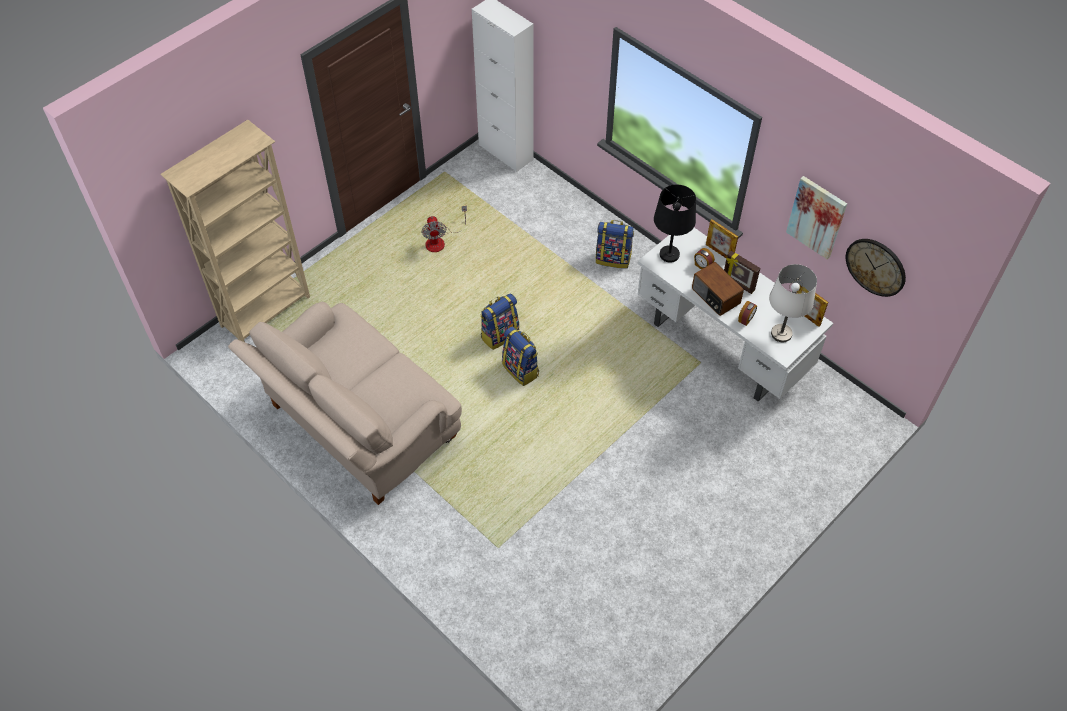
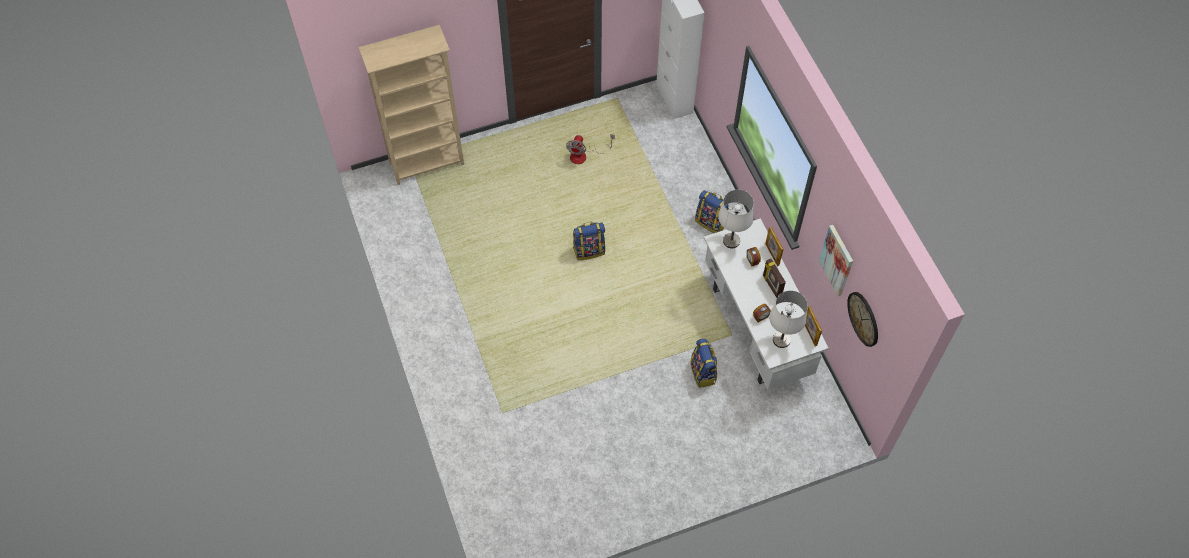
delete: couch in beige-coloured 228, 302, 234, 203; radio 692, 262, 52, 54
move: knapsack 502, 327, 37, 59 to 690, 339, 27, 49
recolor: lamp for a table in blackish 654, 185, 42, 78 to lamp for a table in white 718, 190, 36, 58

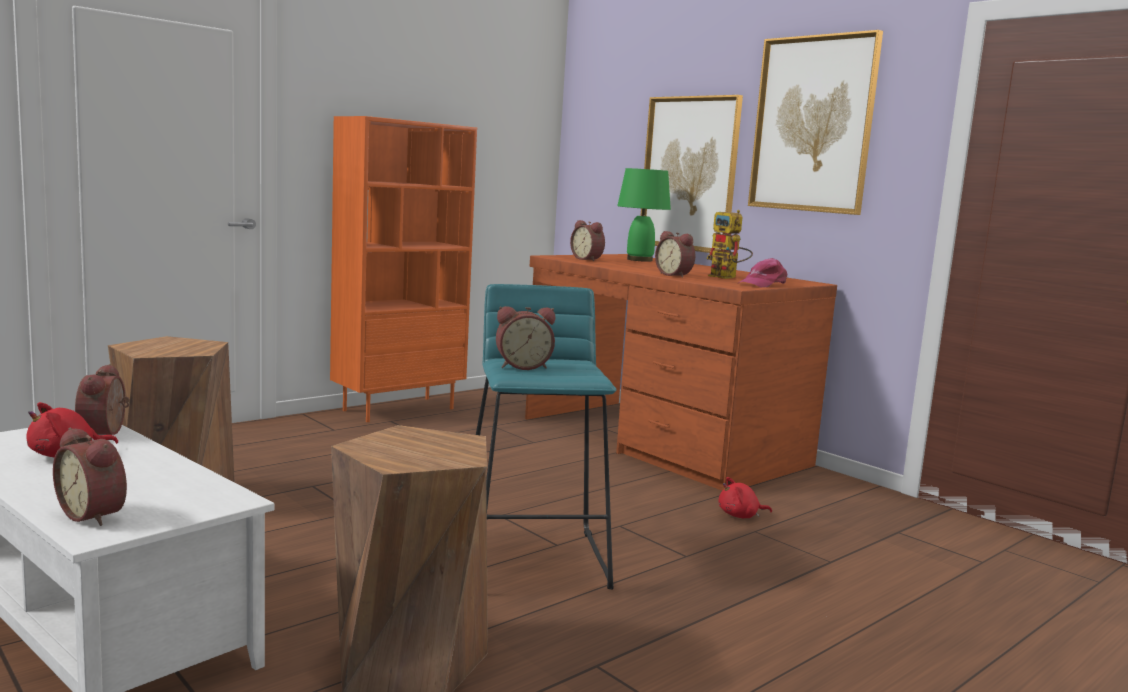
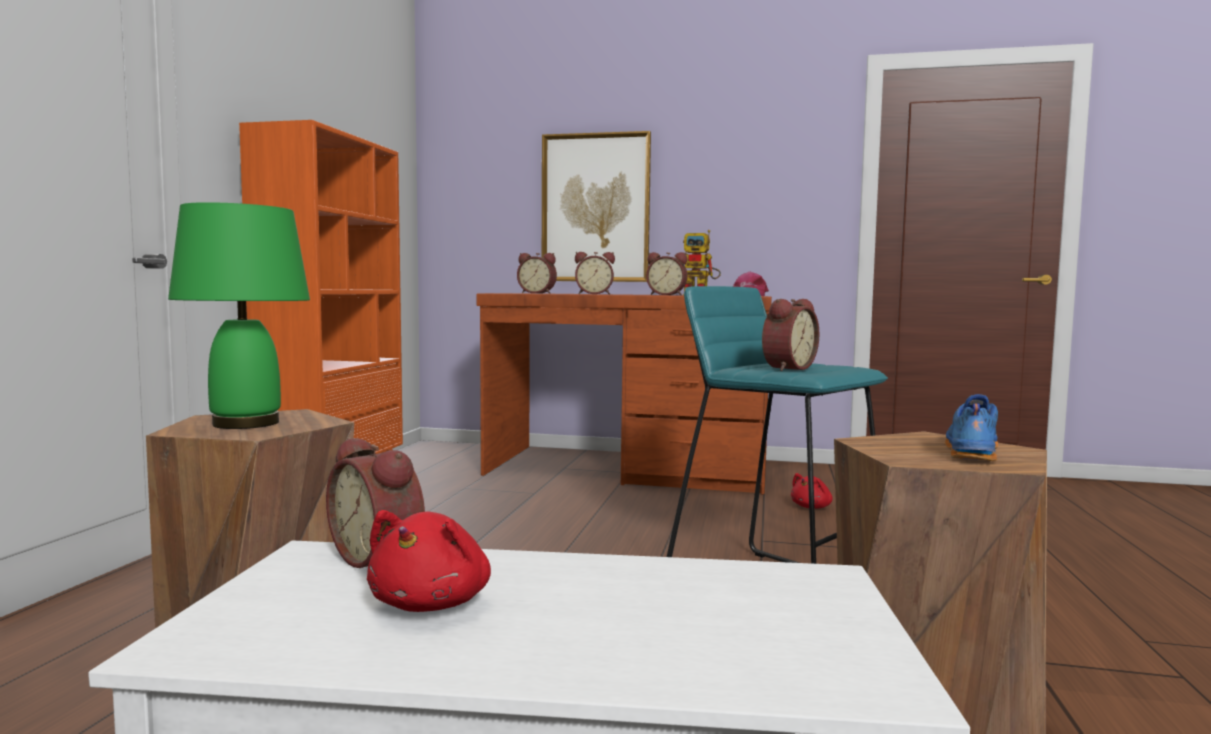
delete: picture 748, 30, 135, 185
insert: item of footwear in blue 945, 394, 53, 67
move: alarm clock 53, 428, 74, 98 to 575, 252, 40, 43; lamp for a table in greenish 617, 168, 54, 94 to 168, 202, 142, 227

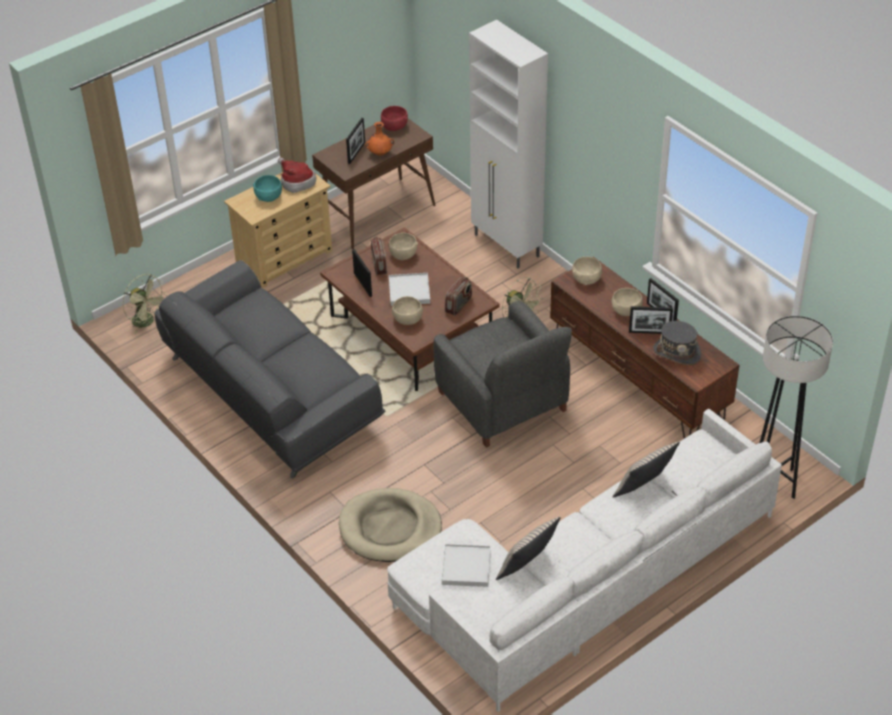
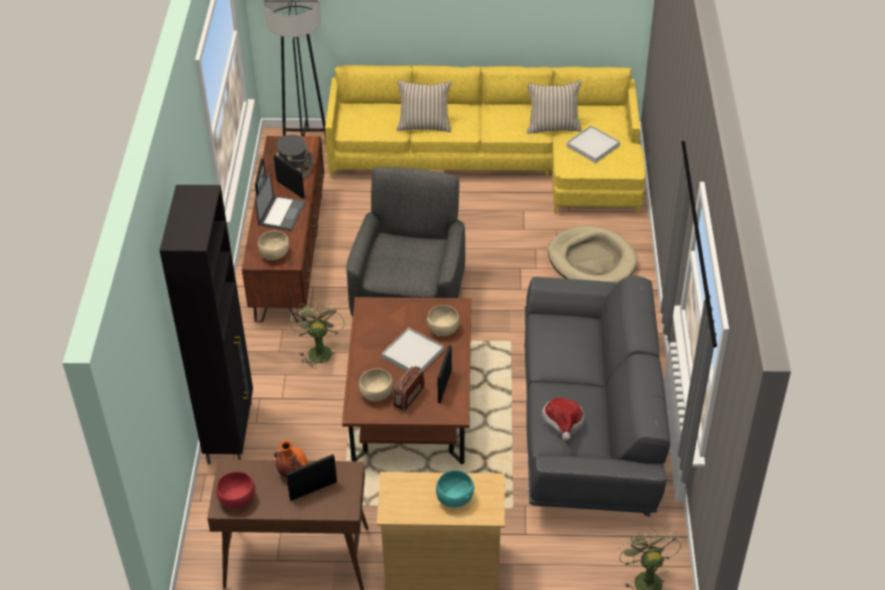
delete: radio 445, 277, 27, 39
move: clothing hat 278, 157, 38, 36 to 542, 398, 42, 43
replace: bowl in beige-coloured 612, 288, 31, 28 to notebook computer 255, 172, 51, 59
recolor: couch in white 387, 409, 395, 303 to couch in yellow 325, 65, 321, 149; storage cabinet in white 469, 20, 79, 248 to storage cabinet in blackish 159, 185, 94, 279

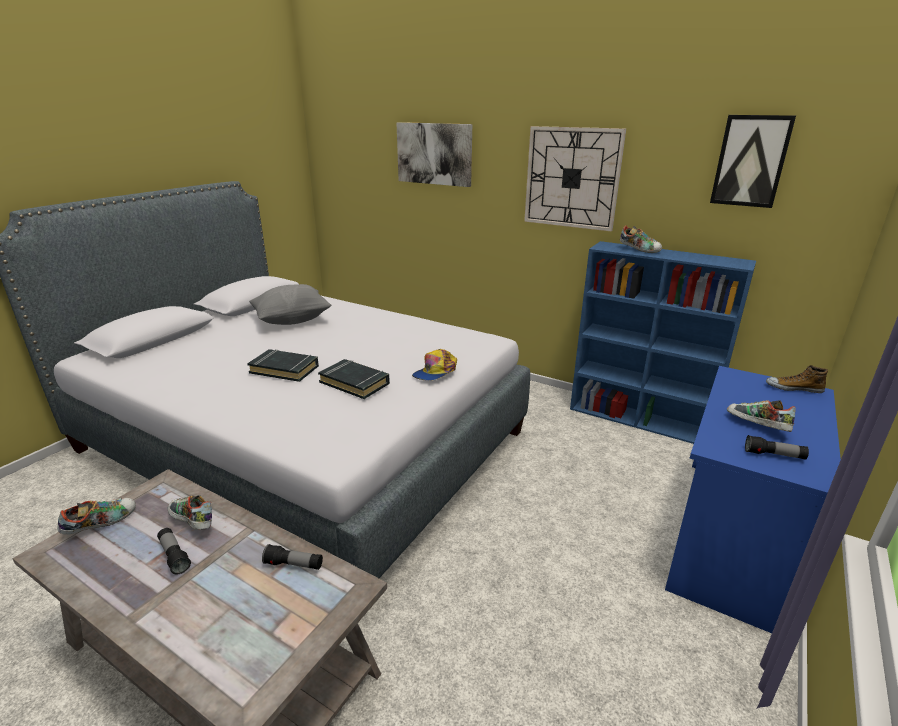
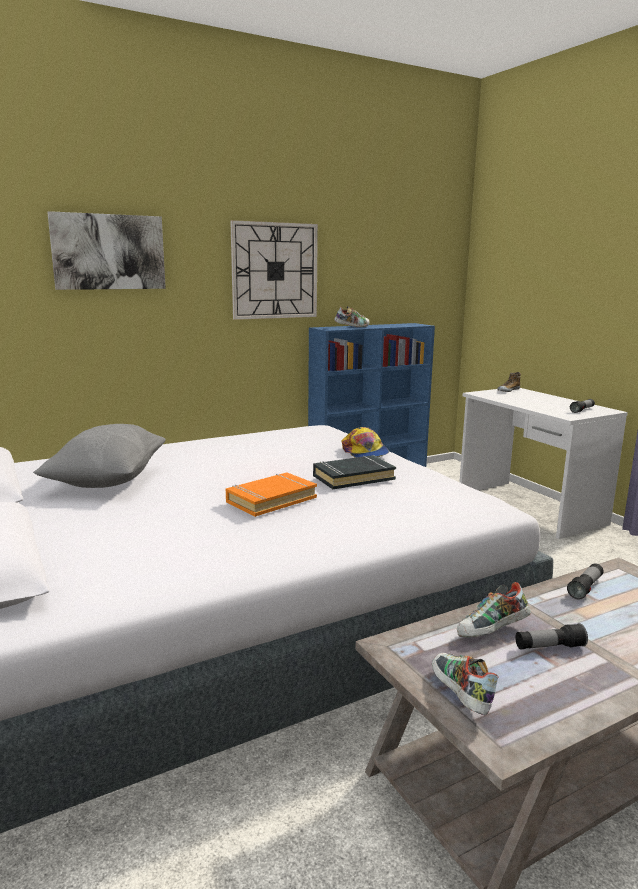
delete: picture 710, 115, 86, 93; item of footwear 727, 400, 69, 32
recolor: bound book in blackish 247, 349, 72, 33 to bound book in orange-coloured 226, 472, 91, 45; desk in blue 665, 366, 176, 267 to desk in white 459, 388, 169, 151

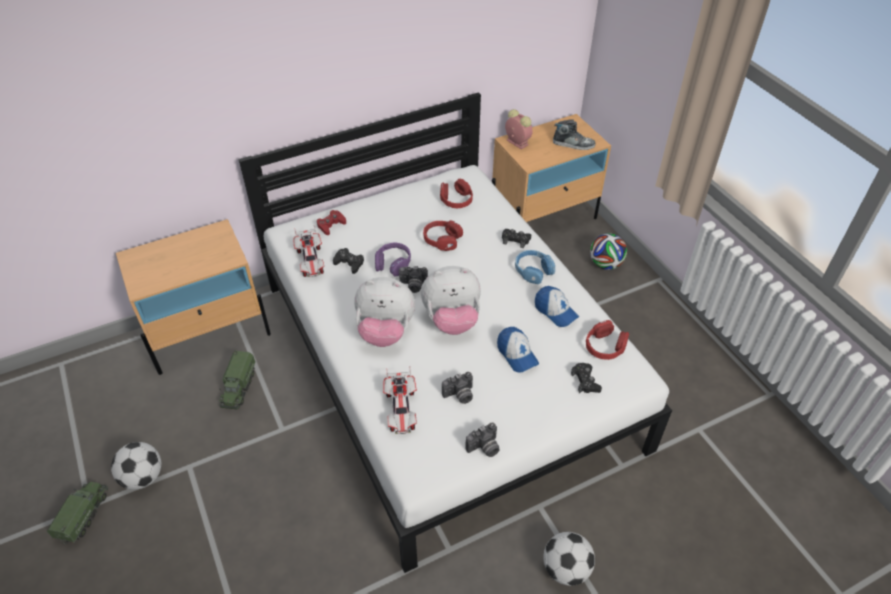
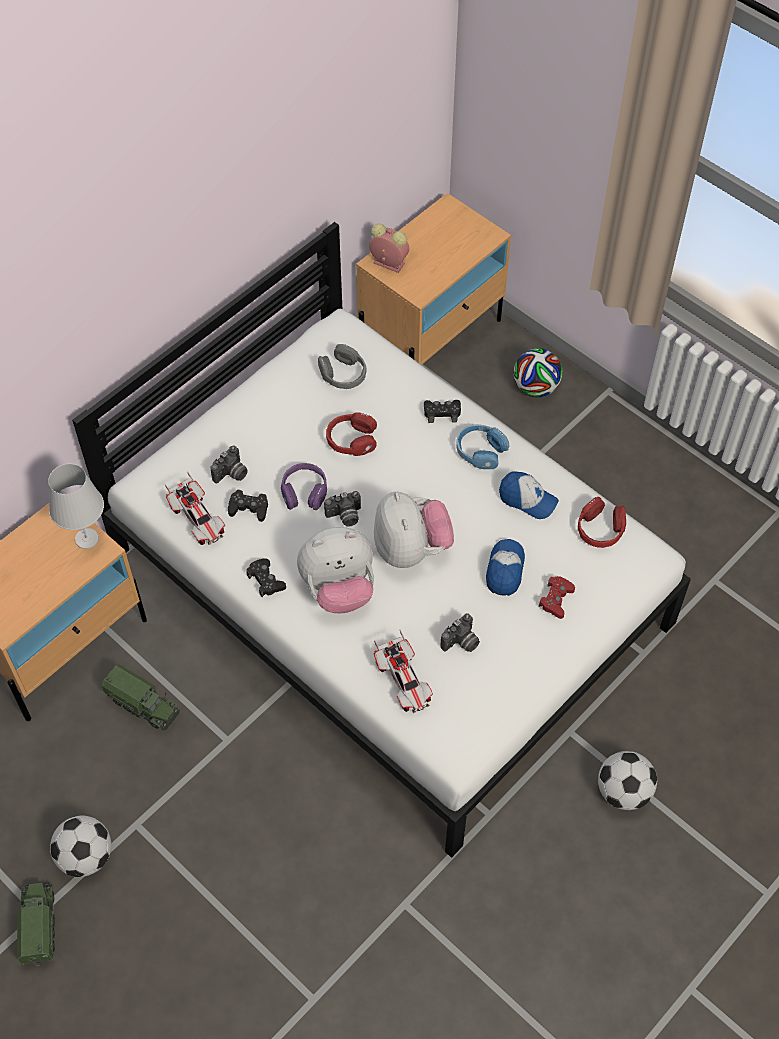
delete: item of footwear 553, 119, 42, 31
insert: lamp for a table in white 48, 464, 56, 85
move: gamepad in red 317, 210, 29, 25 to 539, 576, 36, 43; still camera 465, 423, 35, 34 to 210, 446, 38, 38; gamepad in blackish 571, 363, 31, 30 to 246, 558, 40, 39
recolor: headset in red 440, 179, 33, 29 to headset in gray 318, 344, 49, 45
rotate: model truck 219, 350, 37, 59 = 102, 664, 78, 66 45 degrees counterclockwise; cuddly toy 421, 266, 60, 69 = 374, 492, 80, 76 75 degrees counterclockwise; baseball cap 497, 327, 42, 46 = 486, 539, 39, 57 120 degrees counterclockwise

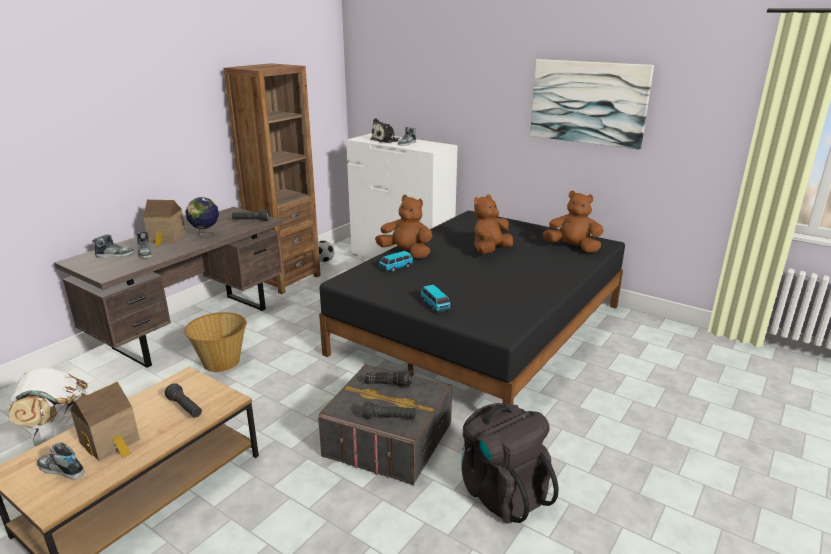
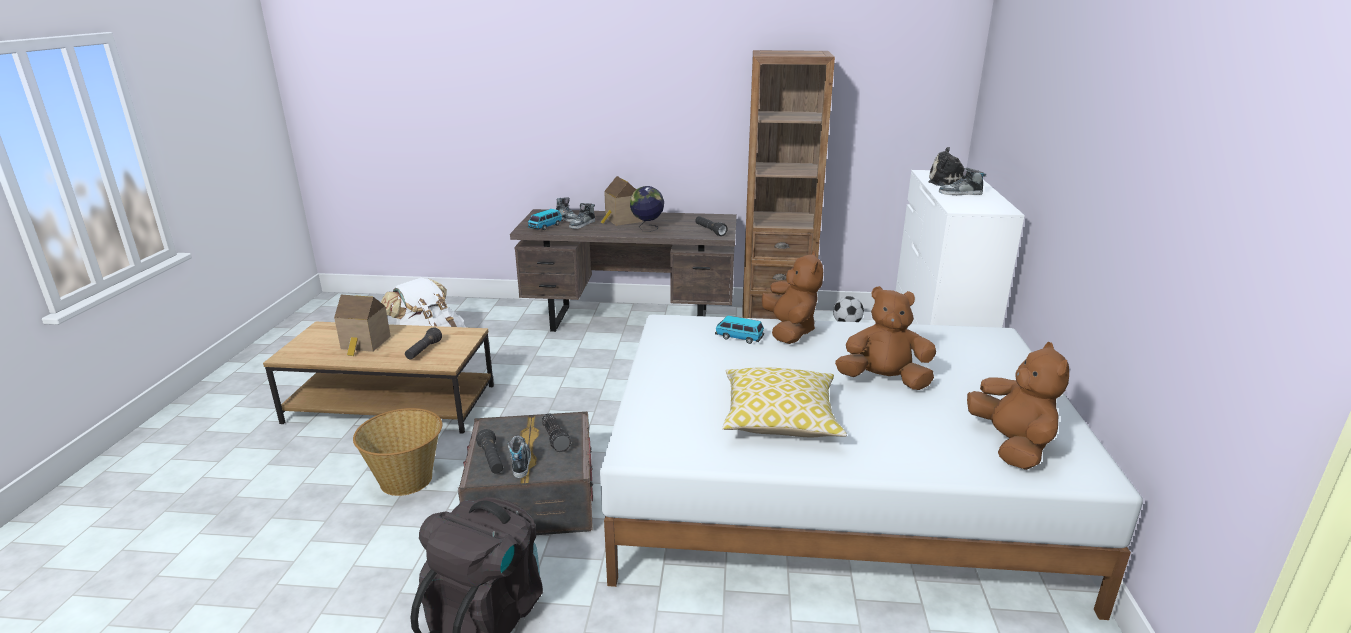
delete: picture 530, 59, 124, 91
insert: pillow 722, 367, 125, 70
move: item of footwear 37, 442, 47, 38 to 507, 436, 24, 42; basket 184, 312, 63, 60 to 353, 408, 89, 88; miniature car 420, 285, 31, 28 to 528, 209, 35, 21
recolor: bedroom bed in blackish 319, 211, 306, 194 to bedroom bed in white 600, 314, 543, 306

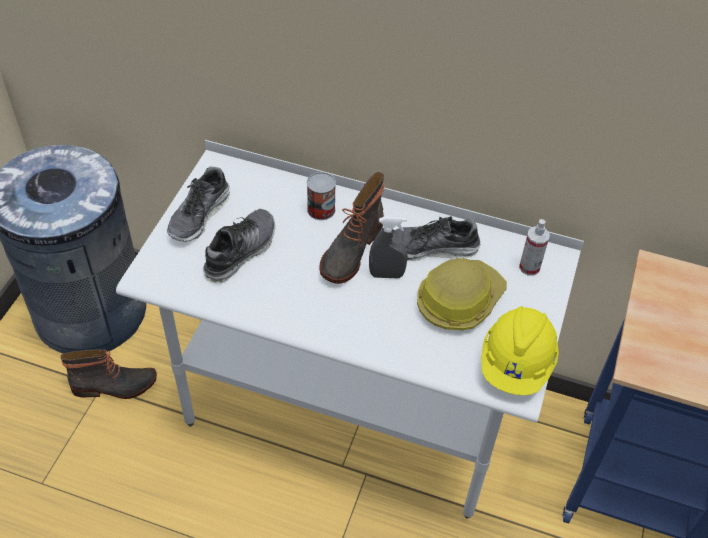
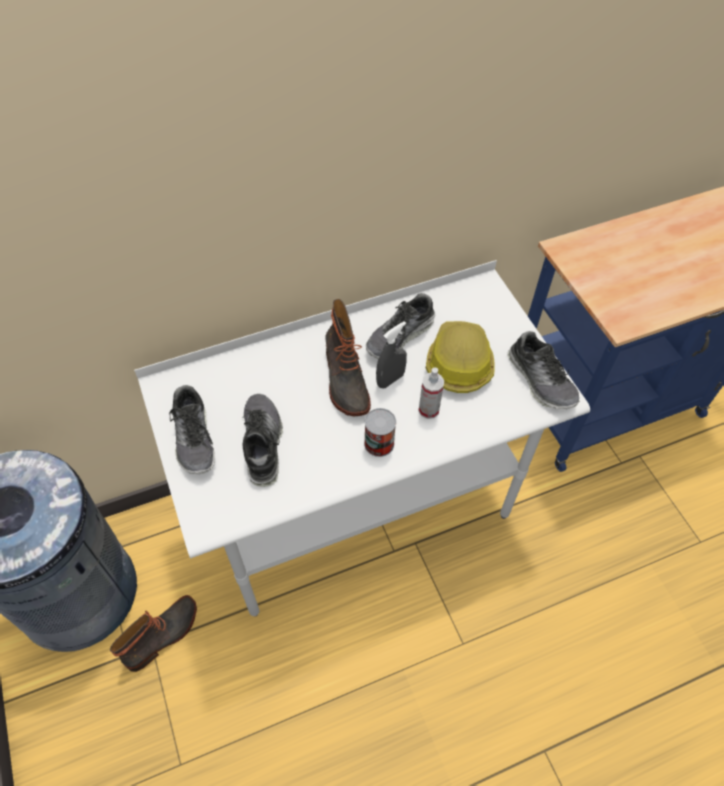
move: can 307, 172, 29, 48 to 364, 408, 32, 49; spray bottle 519, 219, 31, 56 to 419, 367, 25, 52
replace: safety helmet in yellow 481, 306, 78, 89 to item of footwear 508, 331, 72, 78

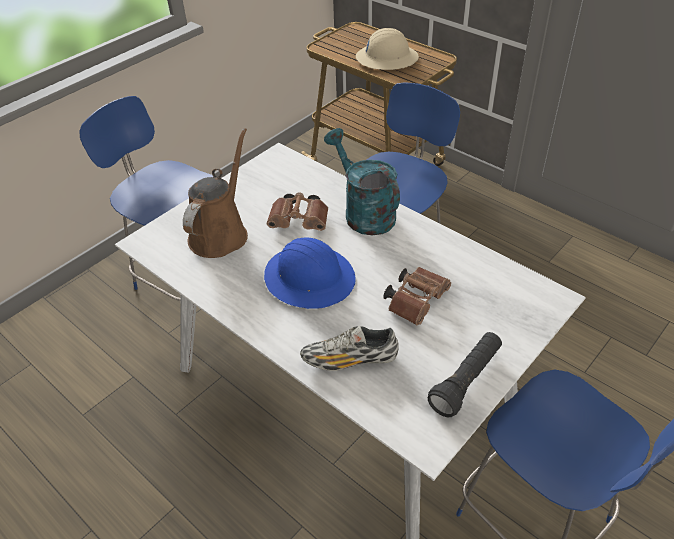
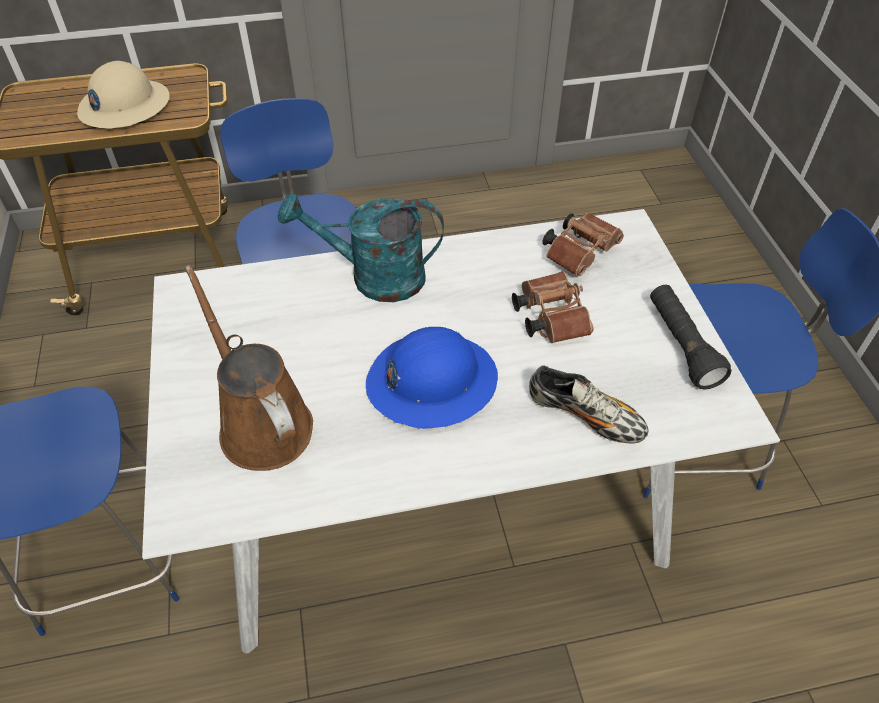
move: field glasses in brown-coloured 267, 192, 61, 39 to 542, 213, 82, 64
rotate: item of footwear 300, 326, 99, 45 = 529, 366, 119, 78 90 degrees counterclockwise

